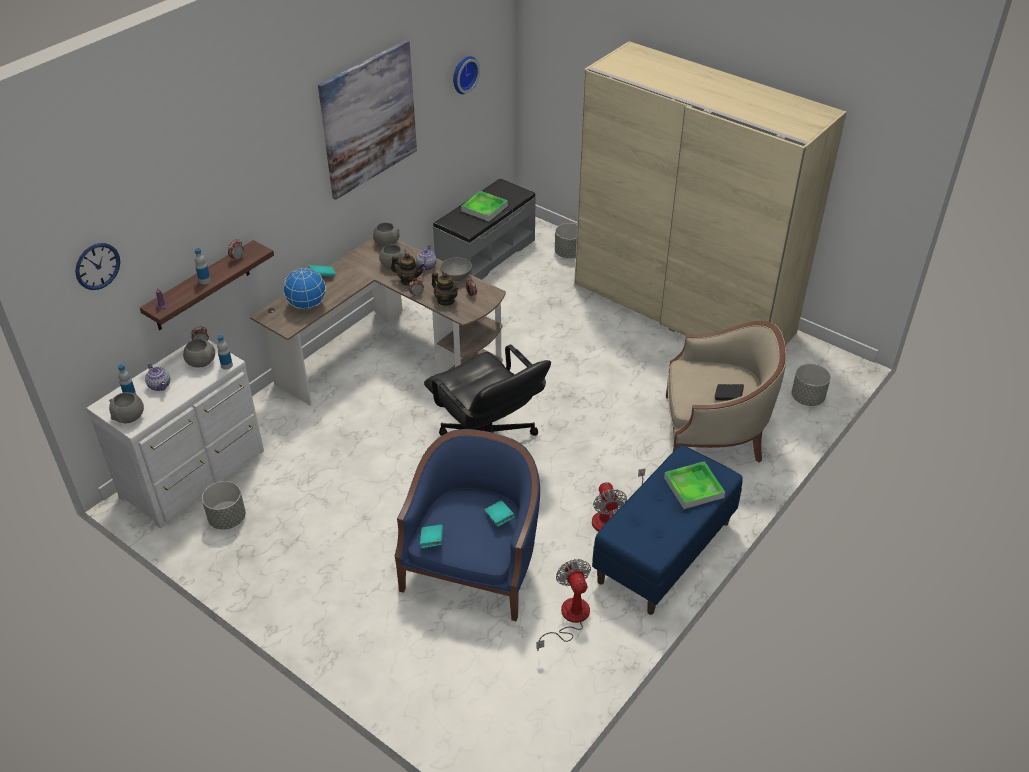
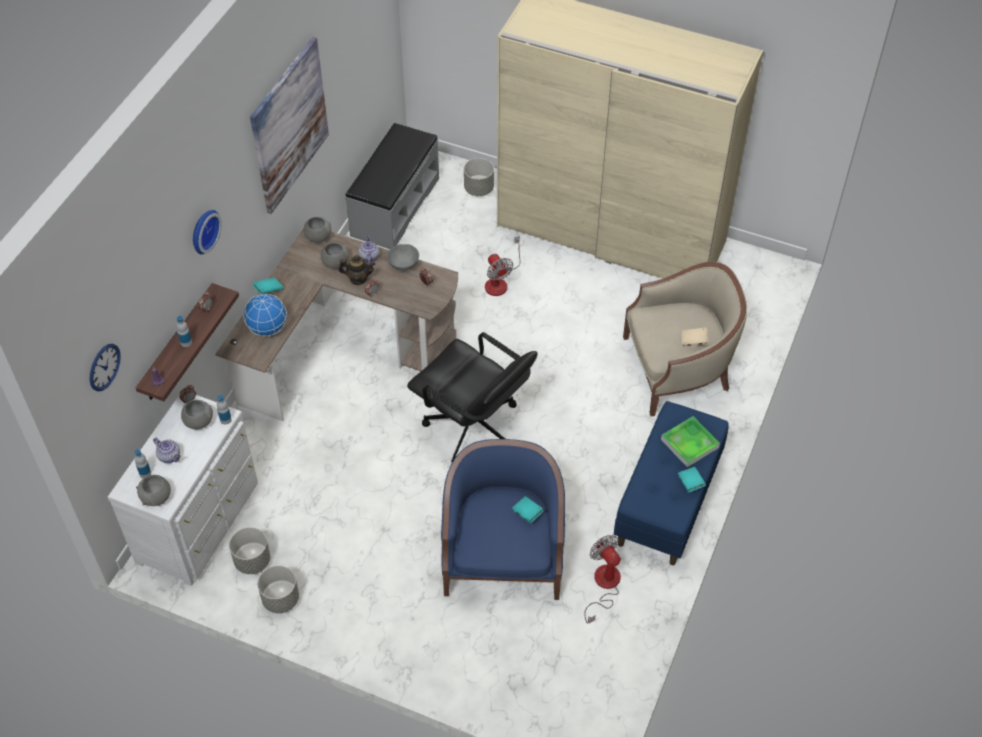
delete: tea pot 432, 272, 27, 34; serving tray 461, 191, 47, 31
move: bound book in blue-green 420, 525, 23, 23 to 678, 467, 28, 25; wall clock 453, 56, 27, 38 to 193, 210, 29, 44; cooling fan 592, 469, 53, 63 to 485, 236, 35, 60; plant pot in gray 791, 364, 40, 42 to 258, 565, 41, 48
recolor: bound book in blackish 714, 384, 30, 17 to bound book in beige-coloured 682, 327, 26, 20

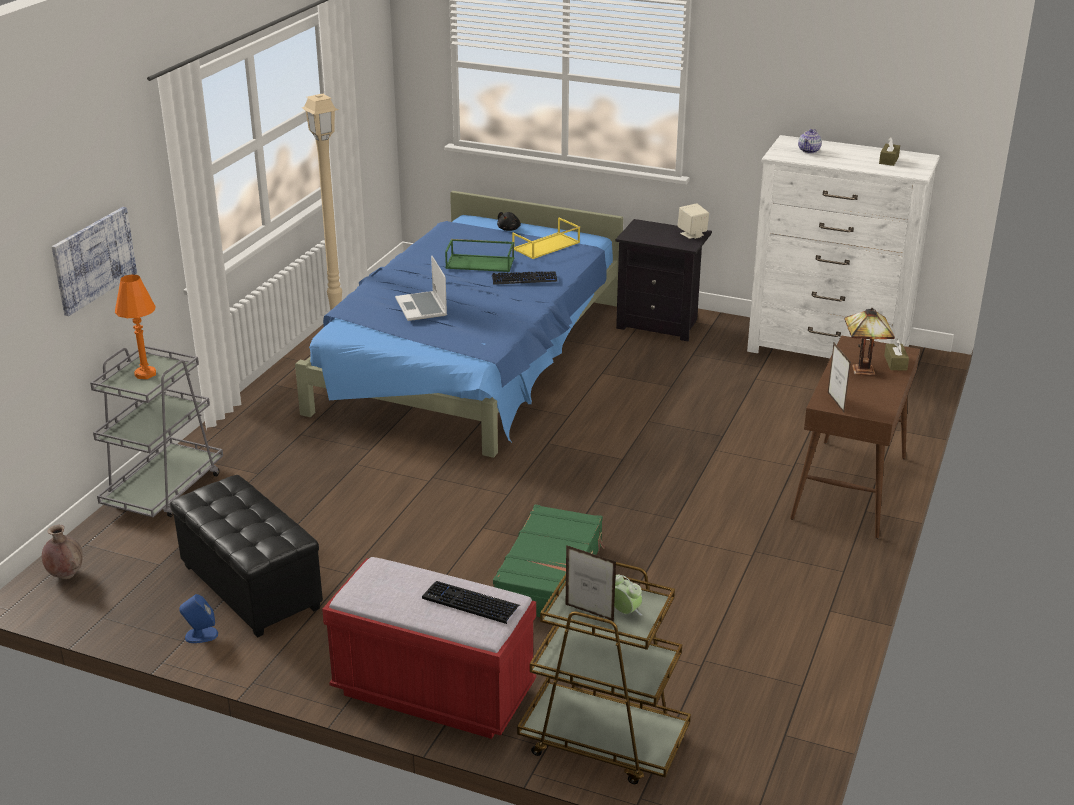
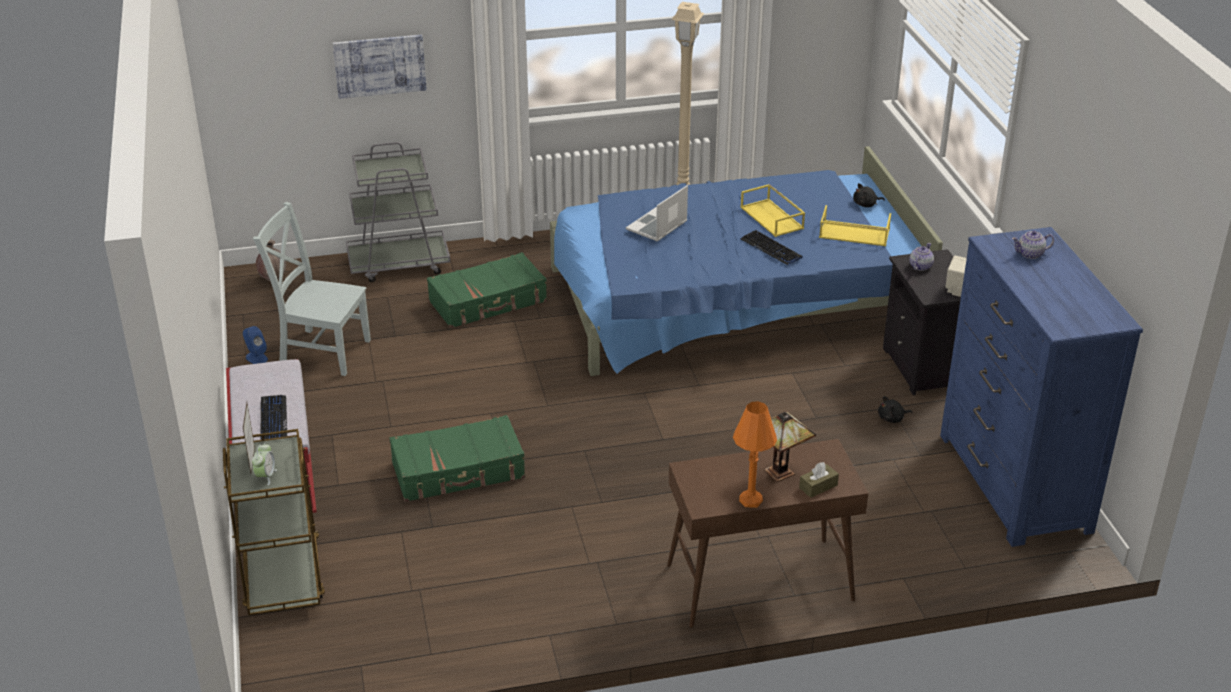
delete: picture frame 828, 343, 23, 70; tissue holder in brown-coloured 879, 137, 21, 29
insert: suitcase in greenish 427, 252, 120, 76; cuddly toy in blackish 878, 396, 35, 27; tea pot 910, 243, 24, 28
move: lamp for a table in orange-coloured 115, 274, 41, 105 to 733, 401, 44, 107
replace: ottoman in blackish 170, 475, 153, 163 to plain chair in gray 253, 202, 118, 174
recolor: serving tray in greenish 445, 239, 69, 33 to serving tray in yellow 740, 184, 65, 53; chest of drawers in white 747, 135, 193, 223 to chest of drawers in blue 940, 227, 203, 320

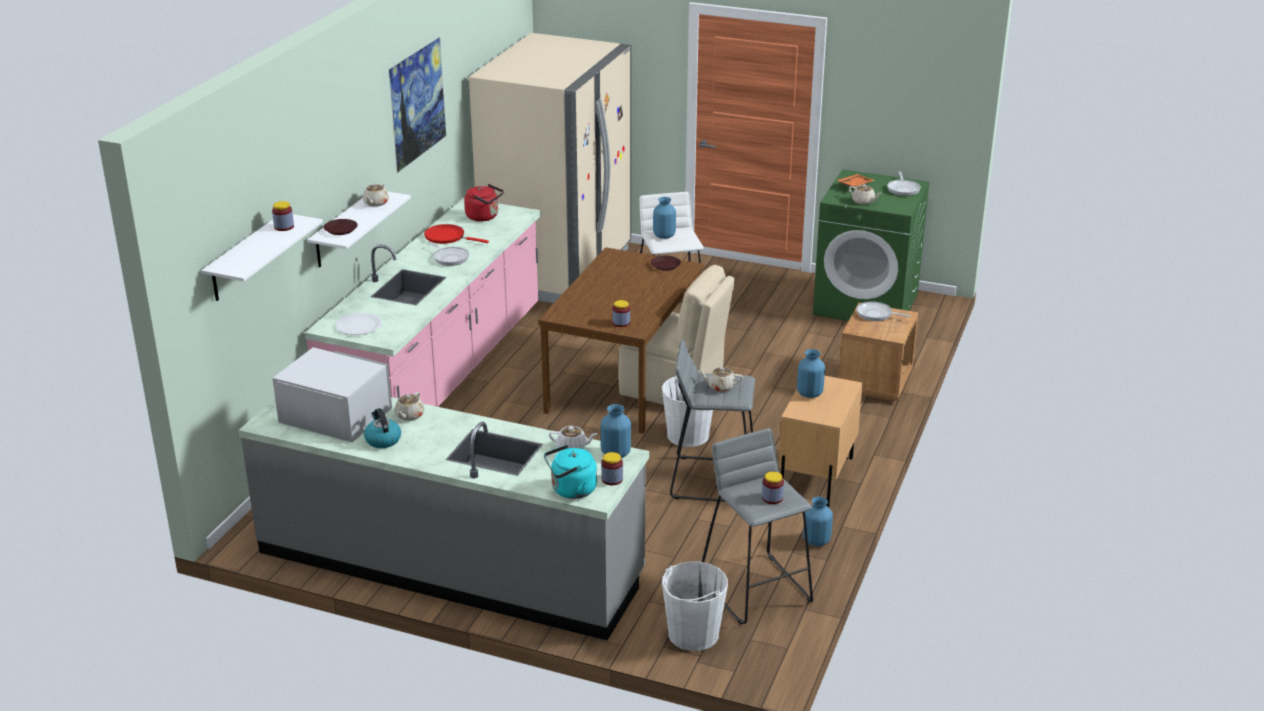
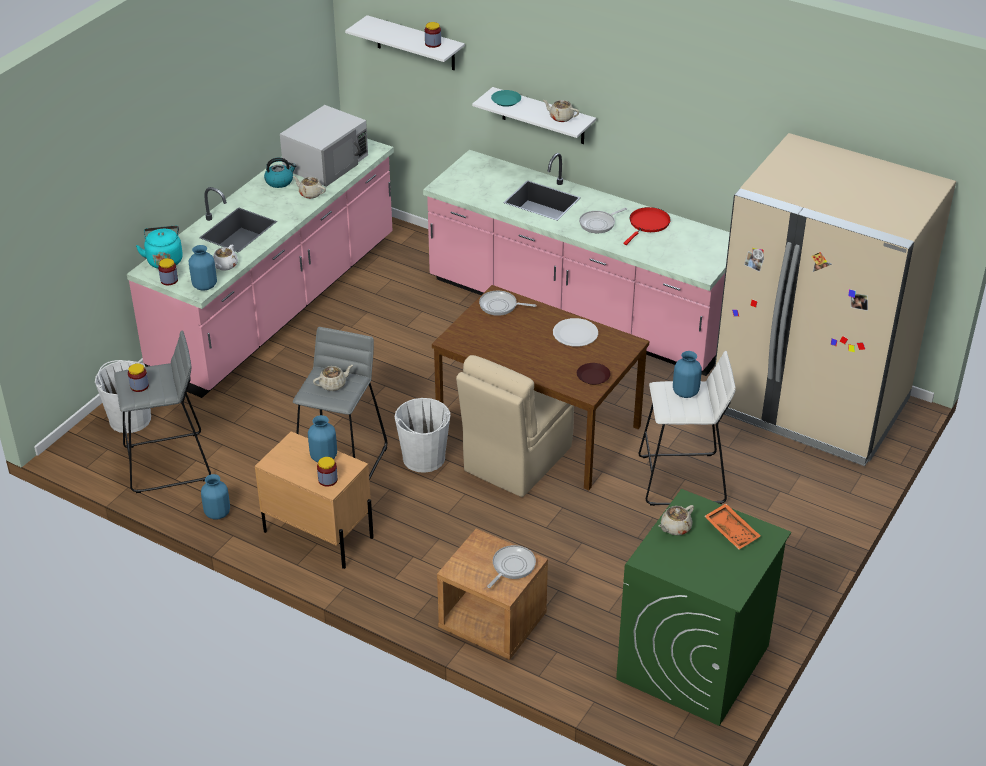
delete: picture 389, 37, 57, 136; kettle in red 464, 184, 40, 38
move: plate in white 336, 312, 46, 23 to 553, 318, 45, 28; preserve jar 613, 300, 17, 27 to 317, 457, 21, 30; skillet 887, 172, 34, 24 to 479, 291, 57, 25
recolor: counter in gray 239, 397, 410, 243 to counter in pink 127, 139, 267, 259; plate in brown-coloured 324, 219, 34, 16 to plate in blue-green 491, 90, 30, 17
rotate: tea pot in beige-coloured 699, 367, 44, 25 = 313, 365, 40, 26 45 degrees clockwise

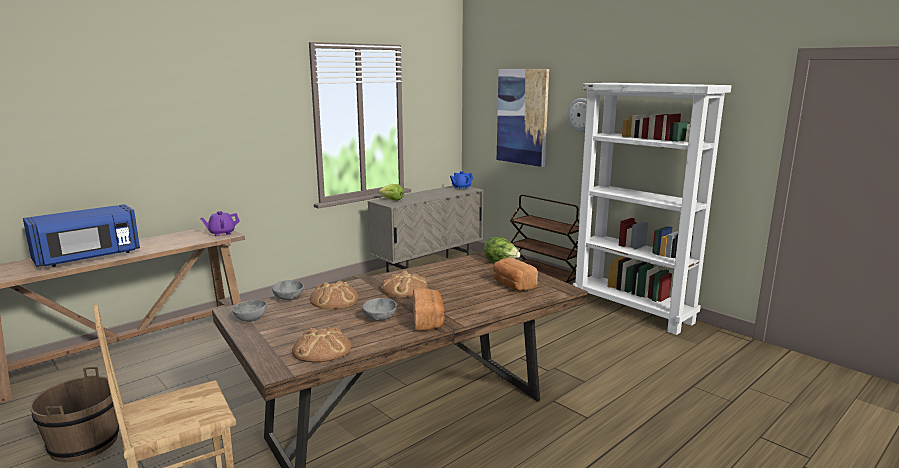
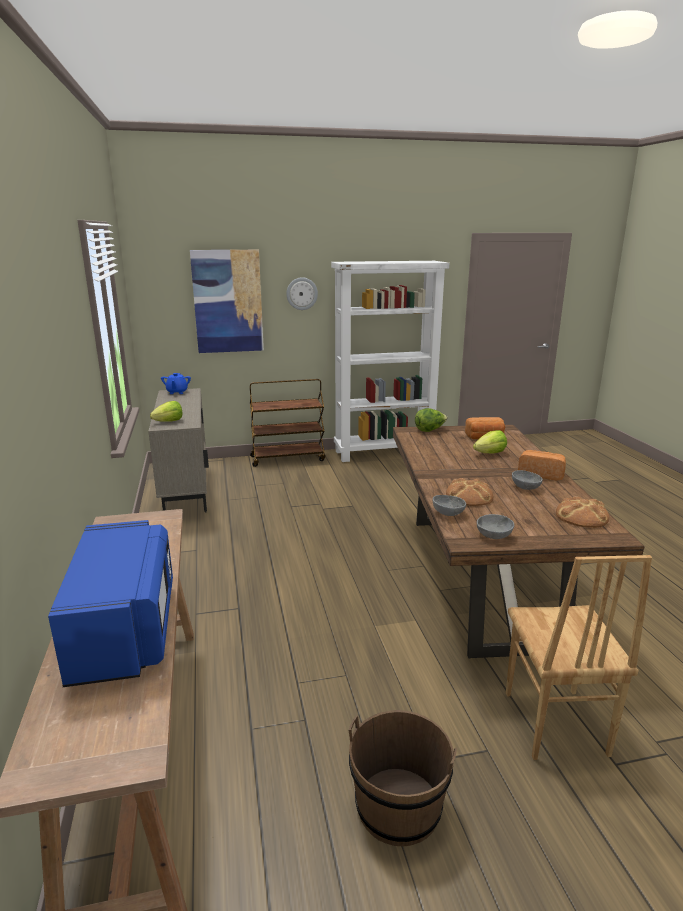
delete: tea pot in purple 200, 211, 40, 25; bakery bread 381, 270, 47, 27
insert: head of lettuce 473, 430, 34, 24

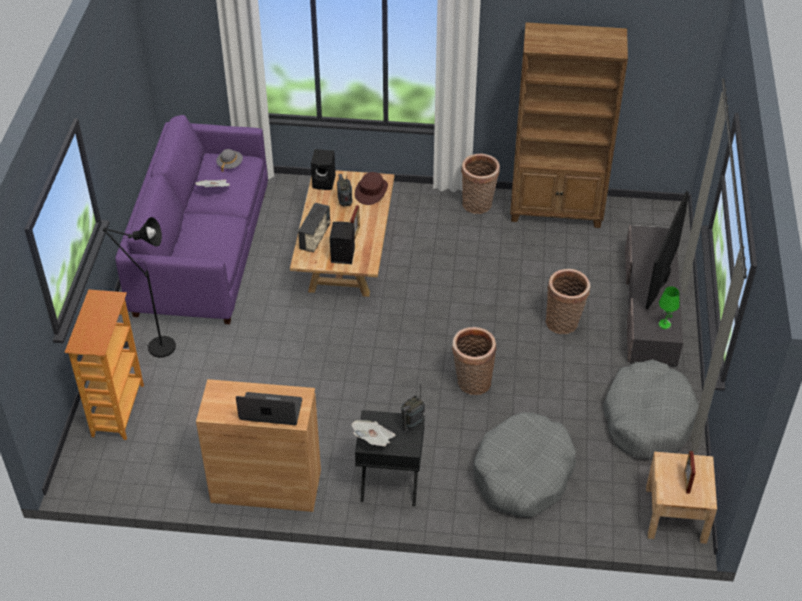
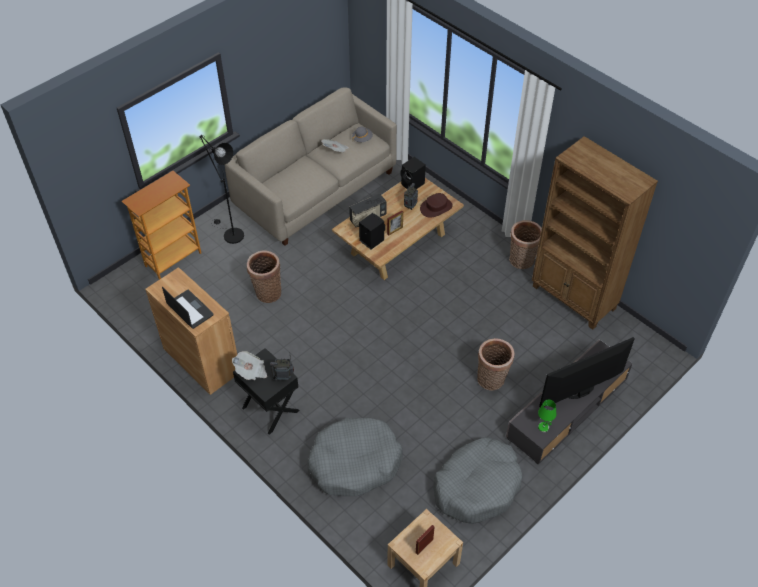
move: basket 452, 327, 45, 68 to 247, 250, 34, 53
recolor: couch in purple 115, 115, 153, 209 to couch in beige-coloured 225, 87, 172, 159

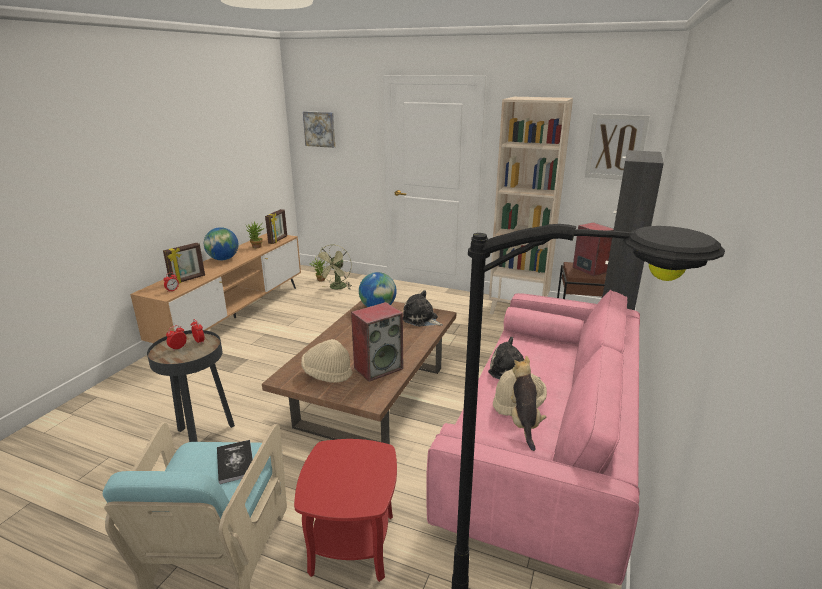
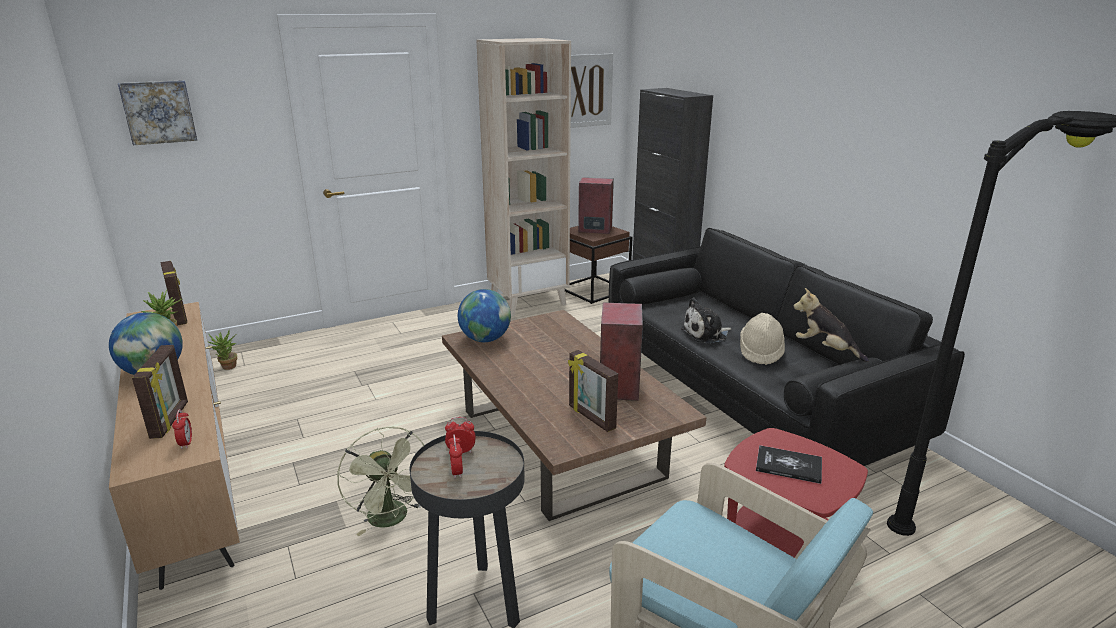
delete: cuddly toy 403, 290, 40, 37
move: bound book 217, 440, 36, 44 to 756, 445, 66, 39; cooling fan in greenish 315, 244, 37, 45 to 337, 427, 87, 109
replace: clothing hat in beige-coloured 301, 339, 52, 44 to picture frame 568, 350, 50, 82
recolor: couch in pink 427, 290, 213, 295 to couch in blackish 609, 228, 356, 238

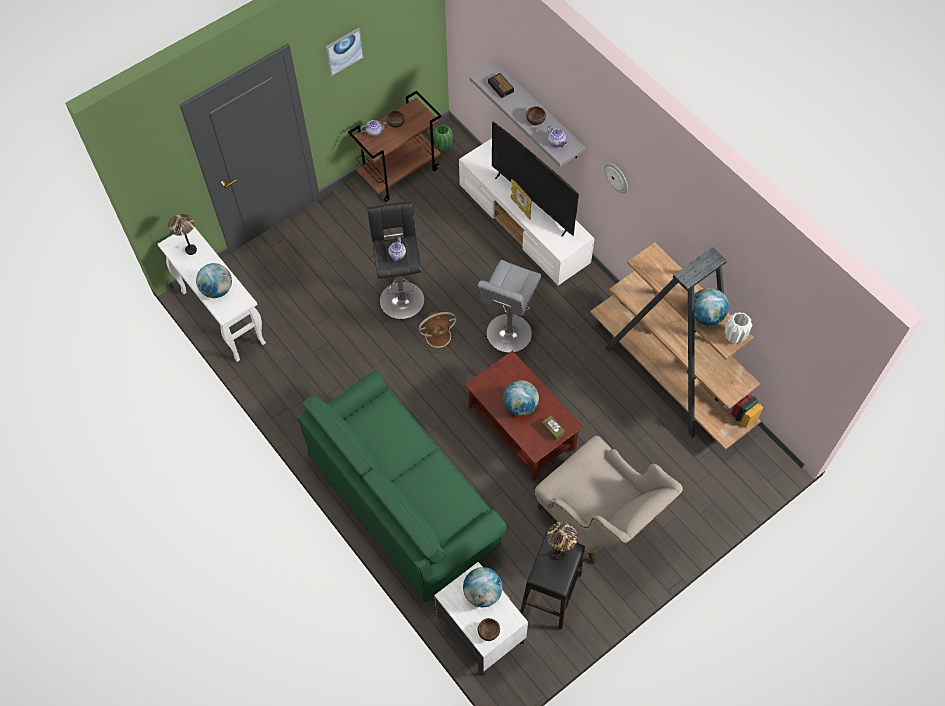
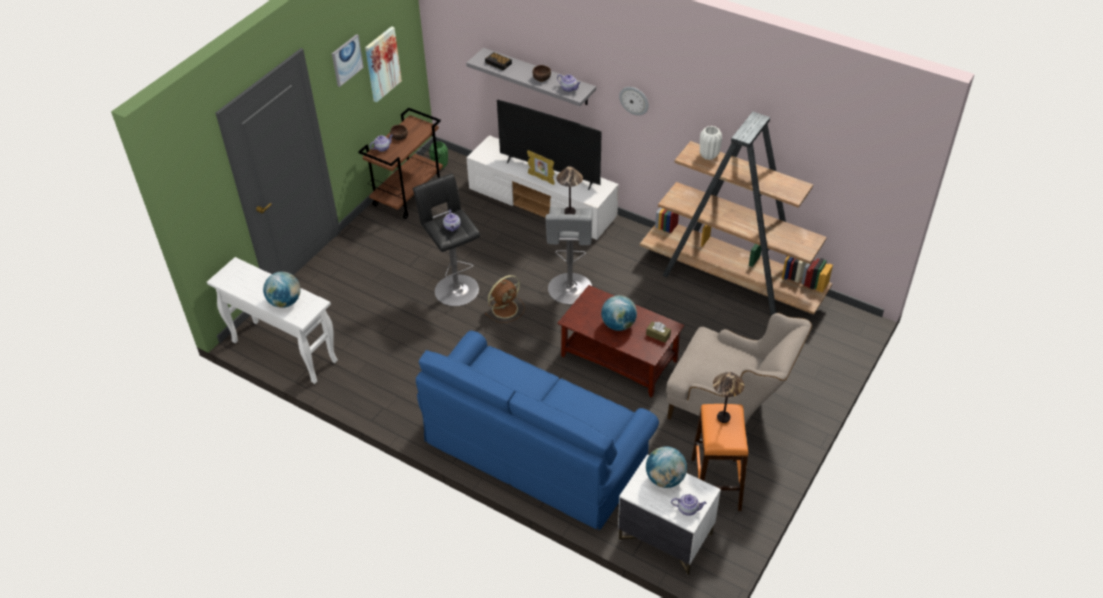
delete: desk globe 694, 288, 35, 38
insert: picture 365, 26, 37, 76
move: lamp for a table 168, 214, 29, 41 to 557, 166, 26, 48; decorative vase in white 725, 312, 27, 32 to 700, 126, 22, 34
replace: bowl in brown-coloured 478, 618, 22, 23 to tea pot 671, 494, 36, 22
recolor: couch in greenish 298, 371, 210, 231 to couch in blue 416, 331, 243, 199; stool in blackish 520, 532, 65, 98 to stool in orange-coloured 691, 404, 57, 107

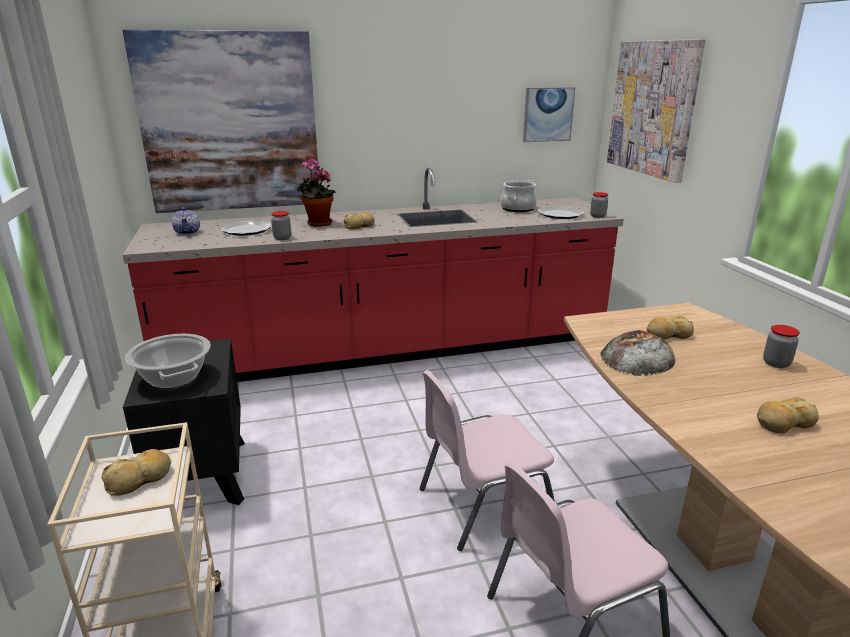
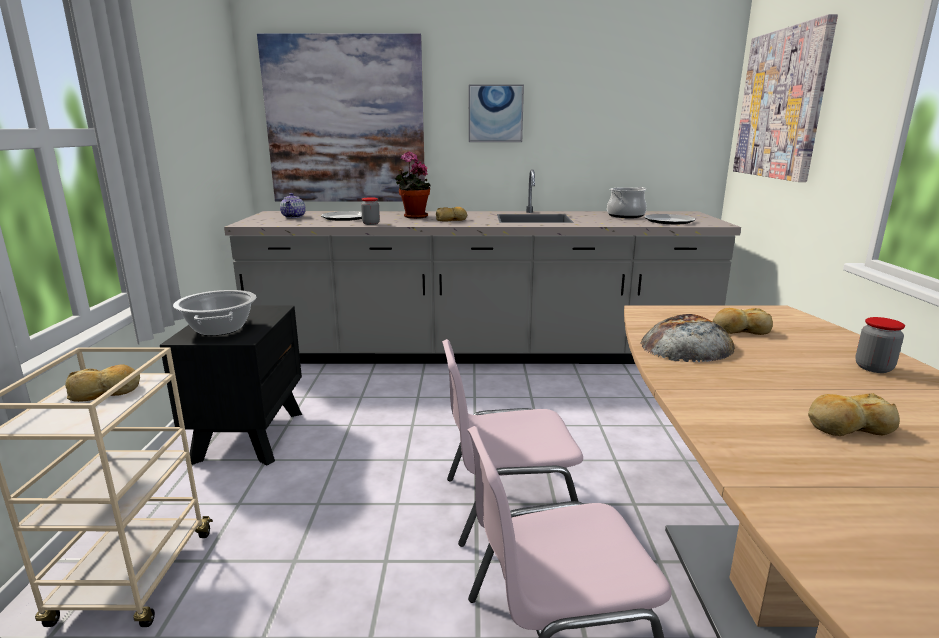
delete: preserve jar 590, 192, 18, 26
move: picture 523, 87, 53, 55 to 469, 84, 55, 58
recolor: counter in red 123, 168, 501, 214 to counter in gray 224, 169, 517, 195

